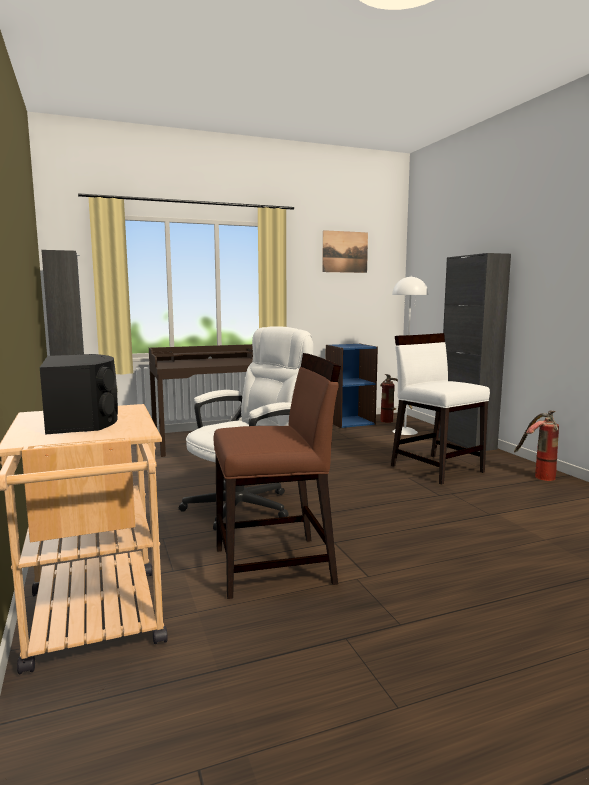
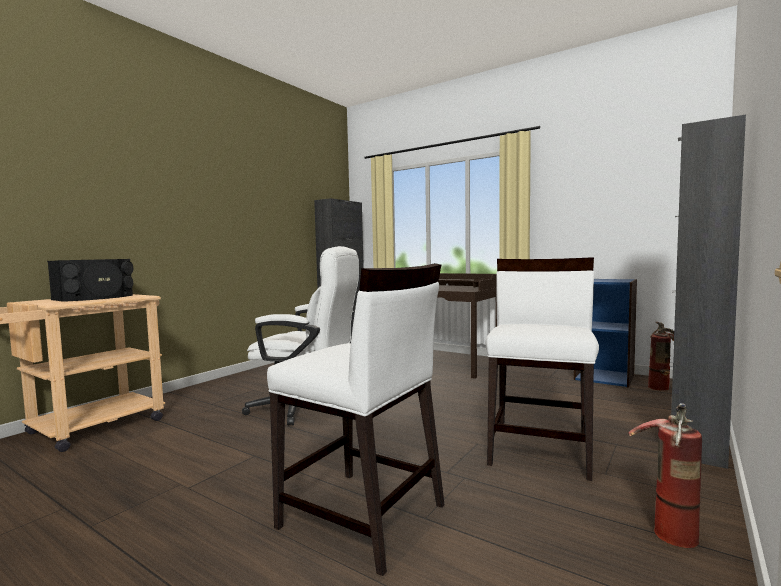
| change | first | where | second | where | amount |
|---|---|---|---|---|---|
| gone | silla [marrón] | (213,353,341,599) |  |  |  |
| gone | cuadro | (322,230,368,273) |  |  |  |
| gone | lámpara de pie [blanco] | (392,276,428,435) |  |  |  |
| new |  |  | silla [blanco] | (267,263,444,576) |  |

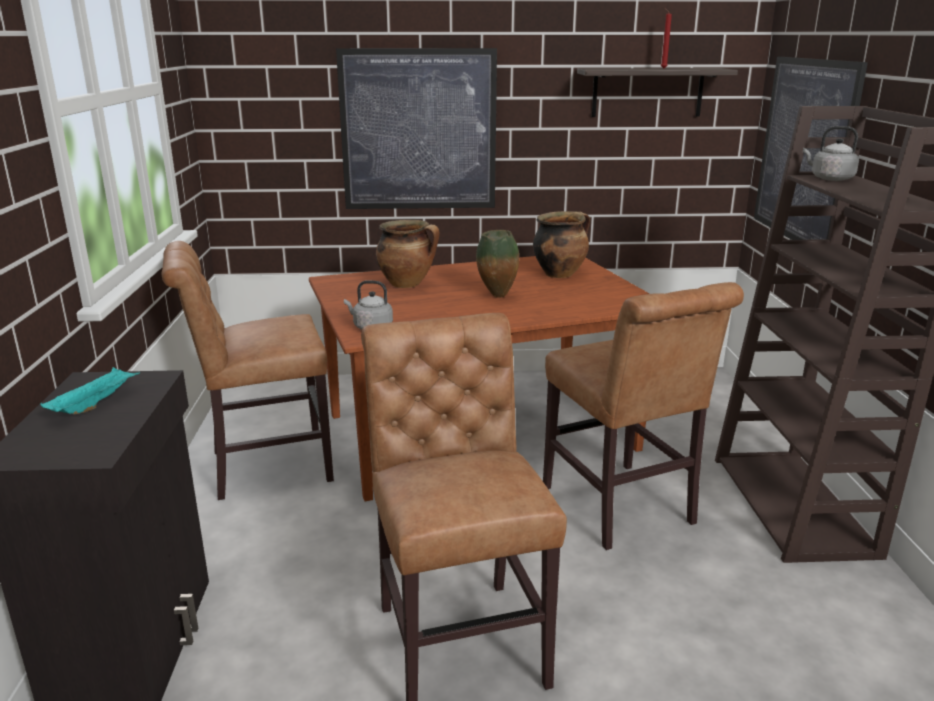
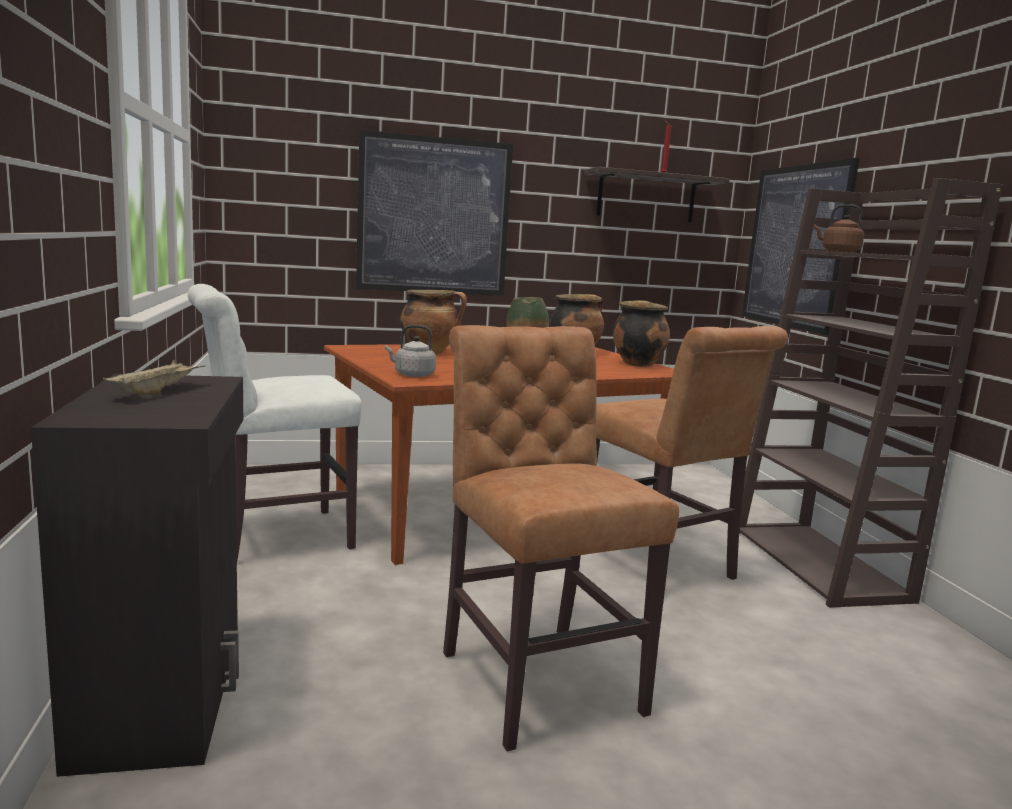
| change | first | where | second | where | amount |
|---|---|---|---|---|---|
| new |  |  | olla | (613,300,670,367) |  |
| repainted | bandeja [turquesa] | (40,367,140,414) | bandeja [beis] | (103,360,206,395) |  |
| repainted | silla [marrón] | (162,241,334,500) | silla [blanco] | (188,284,362,560) |  |
| repainted | hervidor [gris] | (803,126,859,181) | hervidor [marrón] | (813,204,864,253) |  |

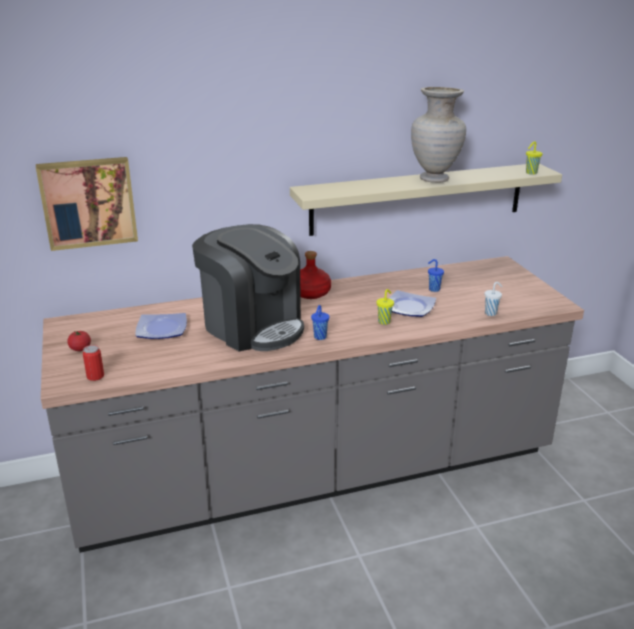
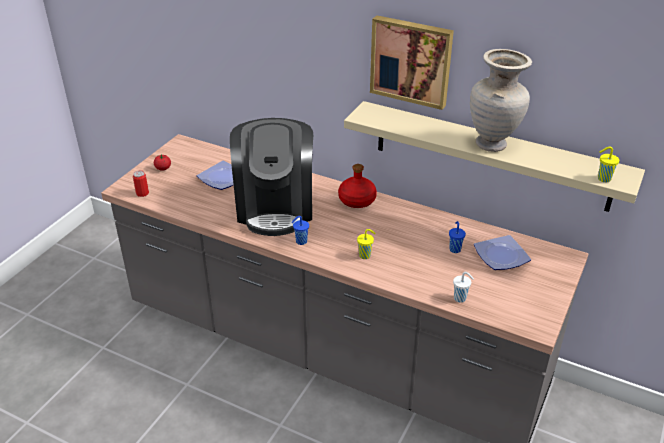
| change | first | where | second | where | amount |
|---|---|---|---|---|---|
| shifted | cuadro | (36,157,138,251) |  | (370,15,454,110) |  |
| shifted | plato | (389,290,436,317) |  | (474,235,531,270) |  |

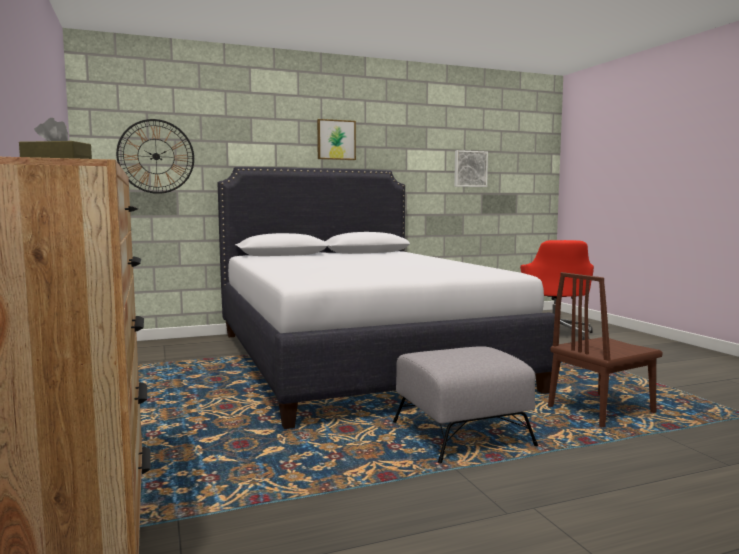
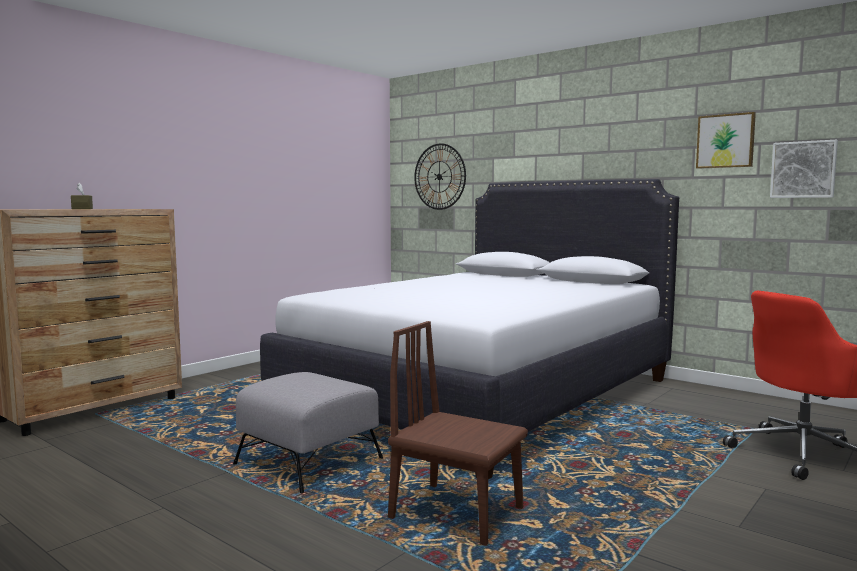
| change | first | where | second | where | amount |
|---|---|---|---|---|---|
| shifted | cuadro | (317,119,356,160) |  | (696,112,756,169) |  |

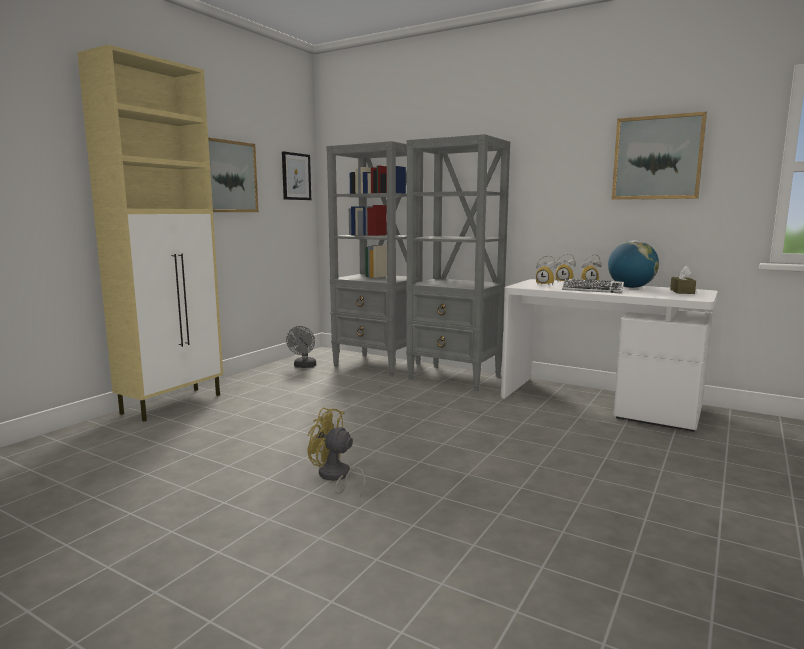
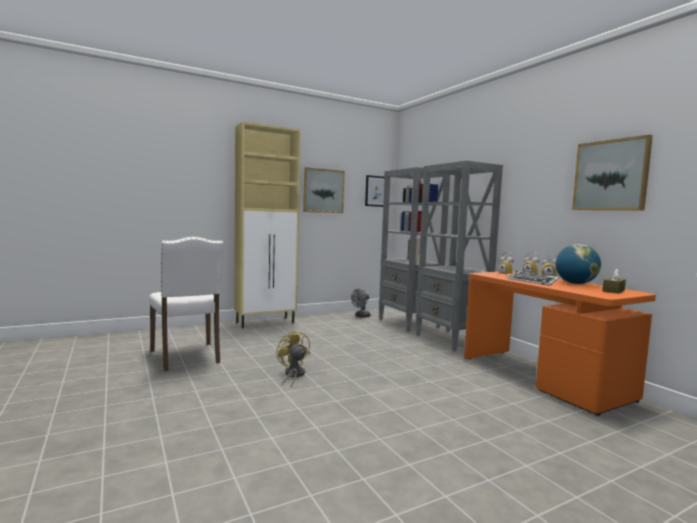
| change | first | where | second | where | amount |
|---|---|---|---|---|---|
| new |  |  | silla [blanco] | (149,237,223,371) |  |
| repainted | escritorio [blanco] | (501,279,718,432) | escritorio [naranja] | (464,271,656,416) |  |

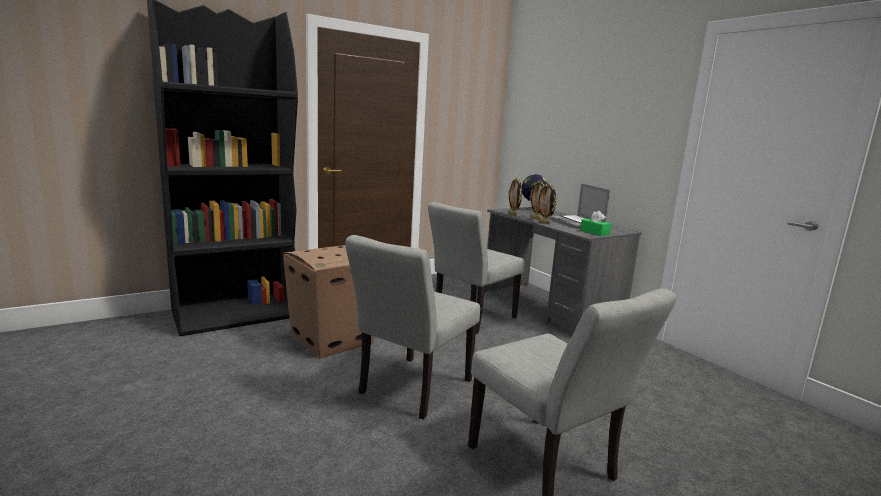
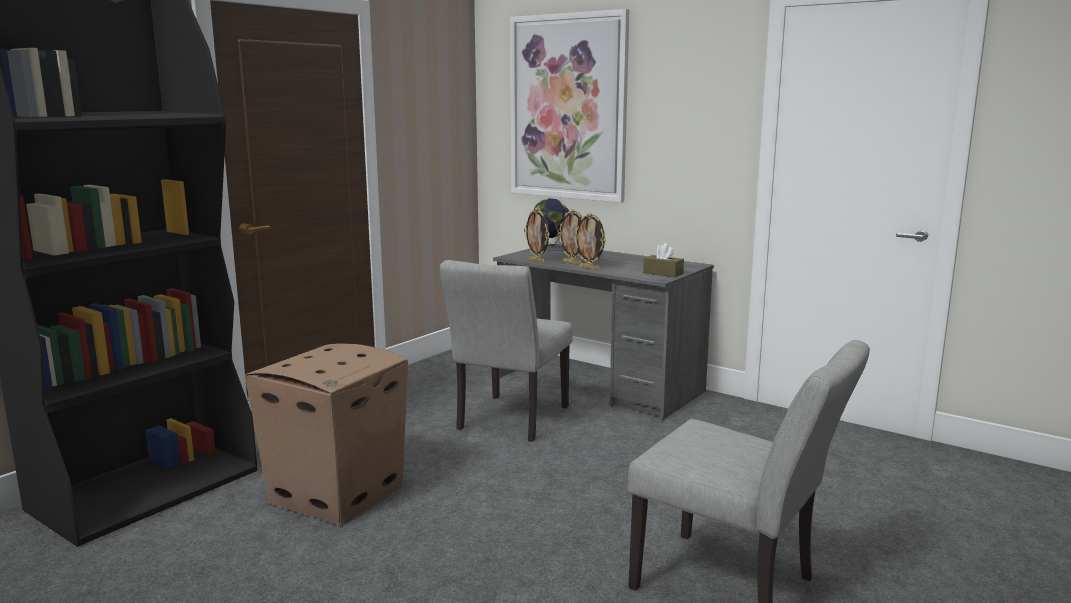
| change | first | where | second | where | amount |
|---|---|---|---|---|---|
| gone | silla [gris] | (345,235,480,420) |  |  |  |
| gone | portátil | (550,183,610,228) |  |  |  |
| new |  |  | cuadro | (510,9,629,203) |  |
| repainted | caja de pañuelos [verde] | (580,210,611,236) | caja de pañuelos [marrón] | (643,243,684,277) |  |

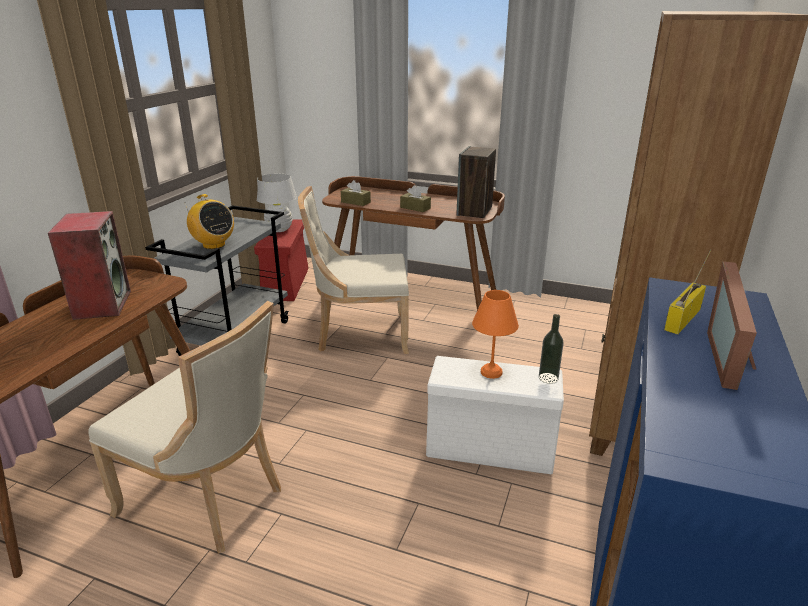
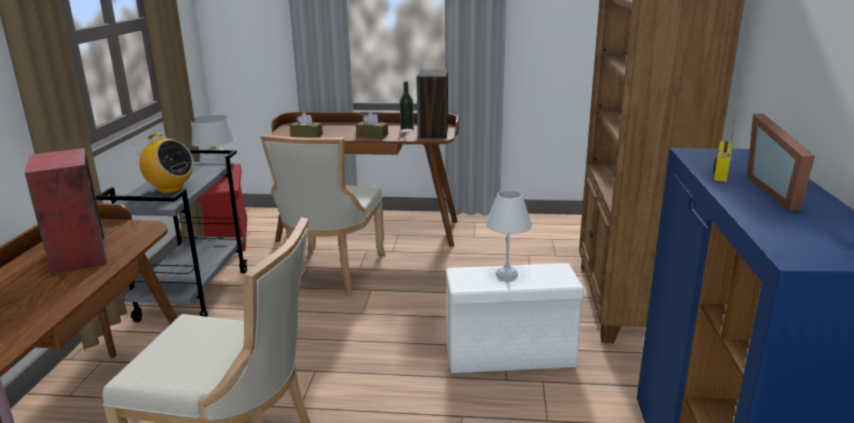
| change | first | where | second | where | amount |
|---|---|---|---|---|---|
| shifted | botella | (539,314,564,384) |  | (400,81,414,132) |  |
| repainted | lámpara de mesa [naranja] | (472,290,519,379) | lámpara de mesa [blanco] | (486,190,532,280) |  |
| rotated | silla [beis] | (298,186,409,354) |  | (260,134,386,295) | 60 degrees counterclockwise |

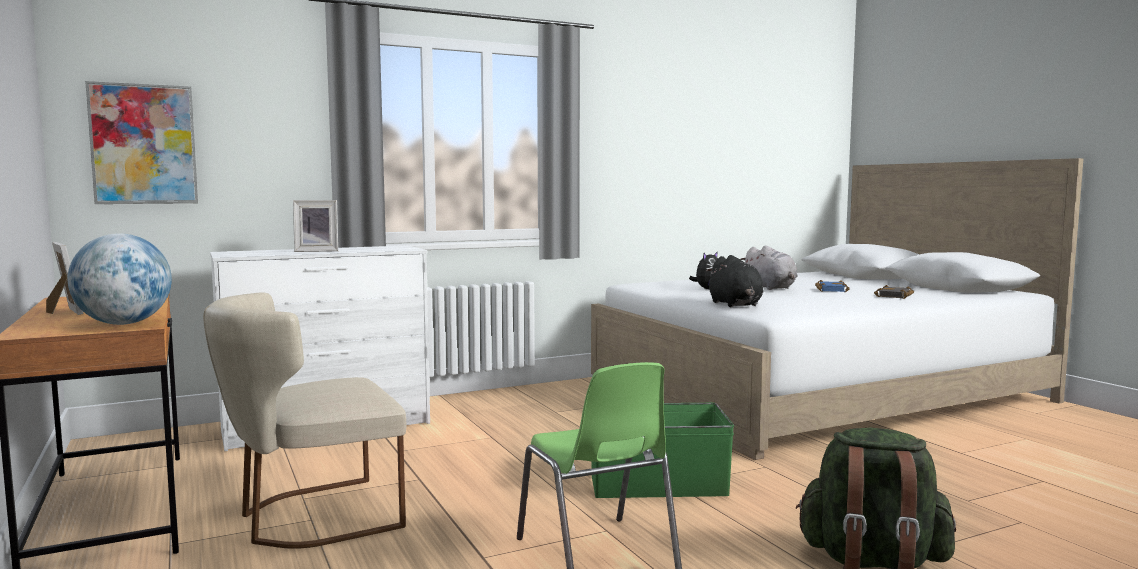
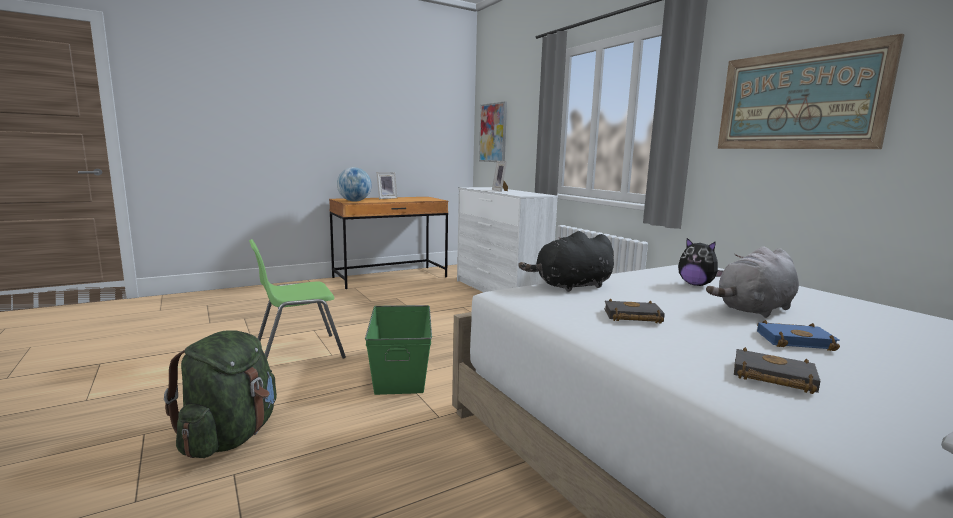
| change | first | where | second | where | amount |
|---|---|---|---|---|---|
| gone | silla [beis] | (203,292,406,549) |  |  |  |
| new |  |  | libro [negro] | (604,299,665,323) |  |
| new |  |  | cuadro | (718,34,905,149) |  |

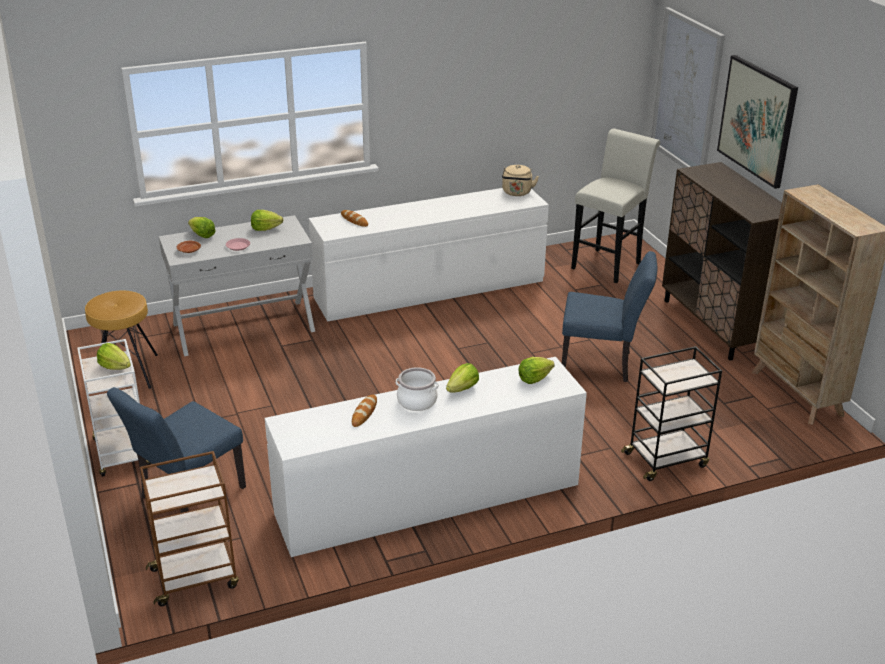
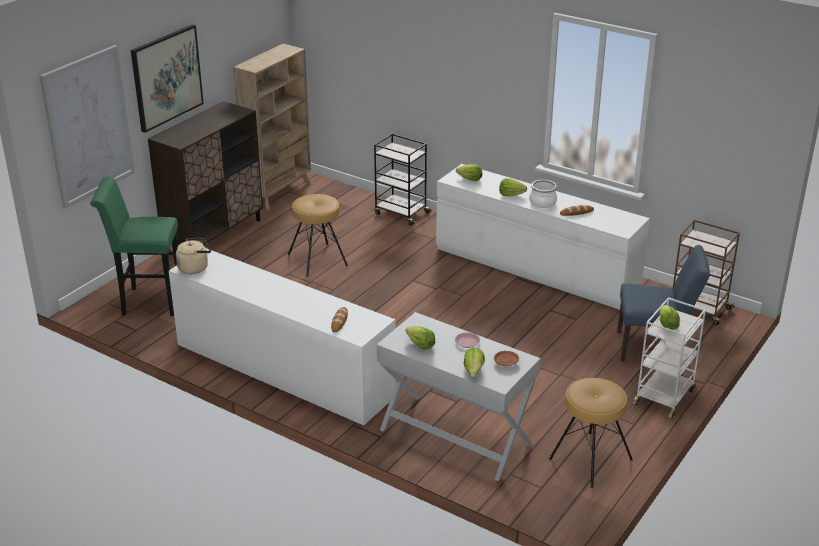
| change | first | where | second | where | amount |
|---|---|---|---|---|---|
| swapped | silla [azul] | (562,251,657,382) | taburete [marrón] | (288,194,348,277) |  |
| repainted | taburete [blanco] | (571,128,660,283) | taburete [verde] | (90,177,178,316) |  |

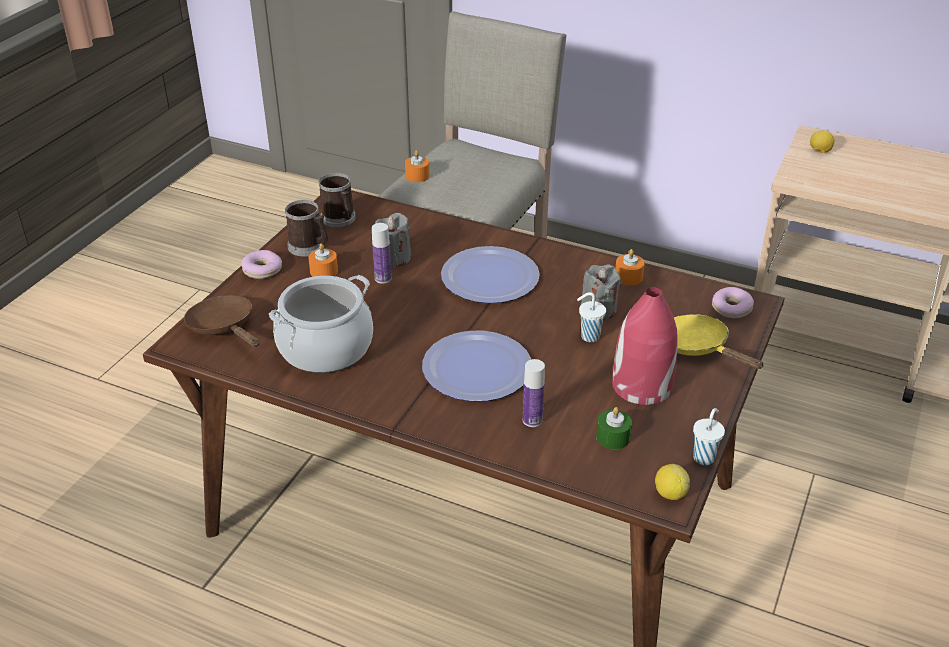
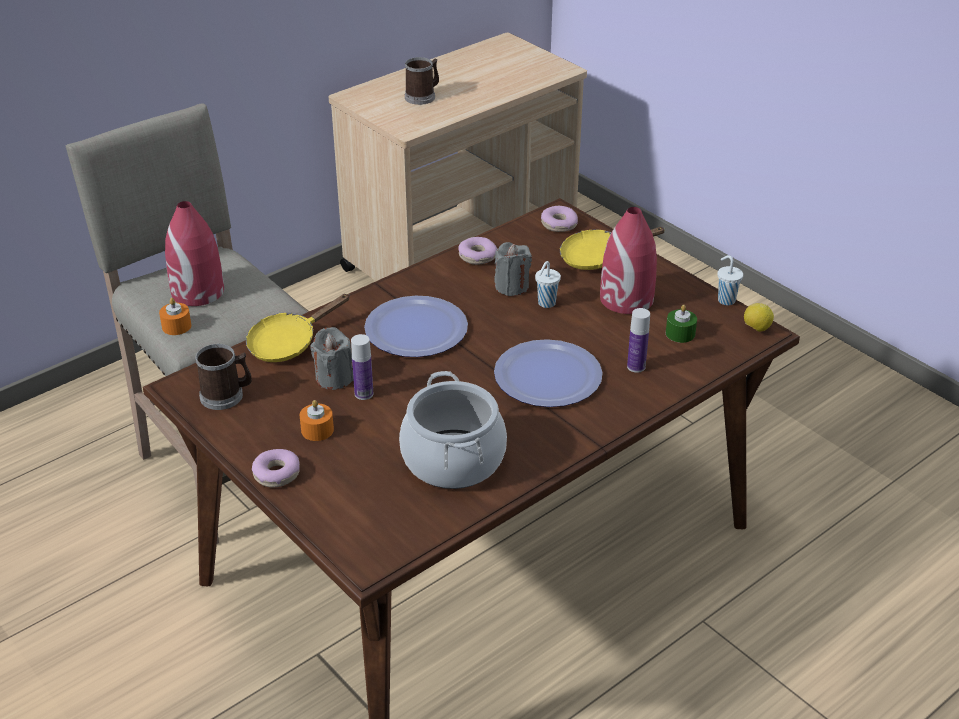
| change | first | where | second | where | amount |
|---|---|---|---|---|---|
| gone | sartén [marrón] | (184,295,260,347) |  |  |  |
| gone | limón | (810,130,835,153) |  |  |  |
| new |  |  | florero [rojo] | (165,201,224,306) |  |
| new |  |  | sartén [amarillo] | (246,294,350,362) |  |
| shifted | taza grande | (285,200,328,257) |  | (405,57,439,105) |  |
| swapped | vela [naranja] | (615,249,645,285) | rosquilla | (458,237,497,265) |  |

